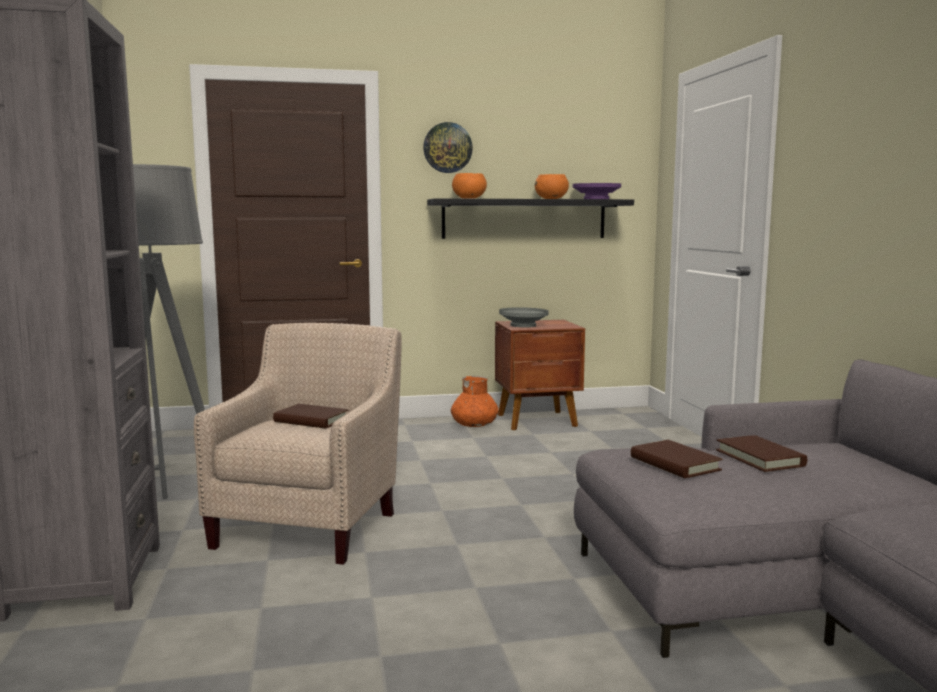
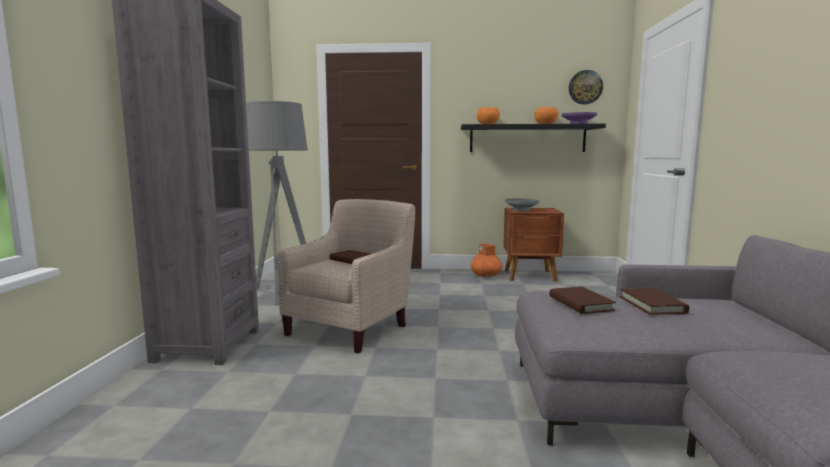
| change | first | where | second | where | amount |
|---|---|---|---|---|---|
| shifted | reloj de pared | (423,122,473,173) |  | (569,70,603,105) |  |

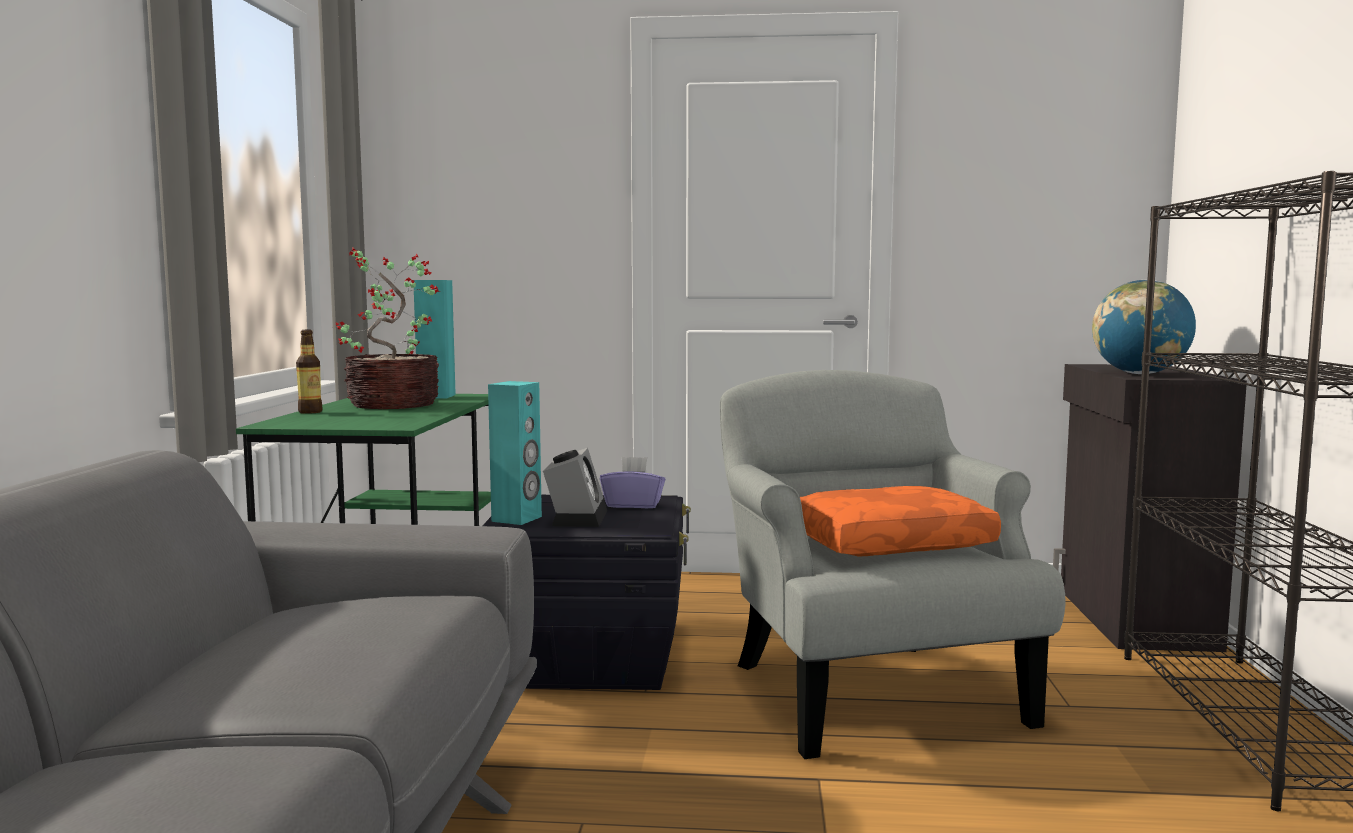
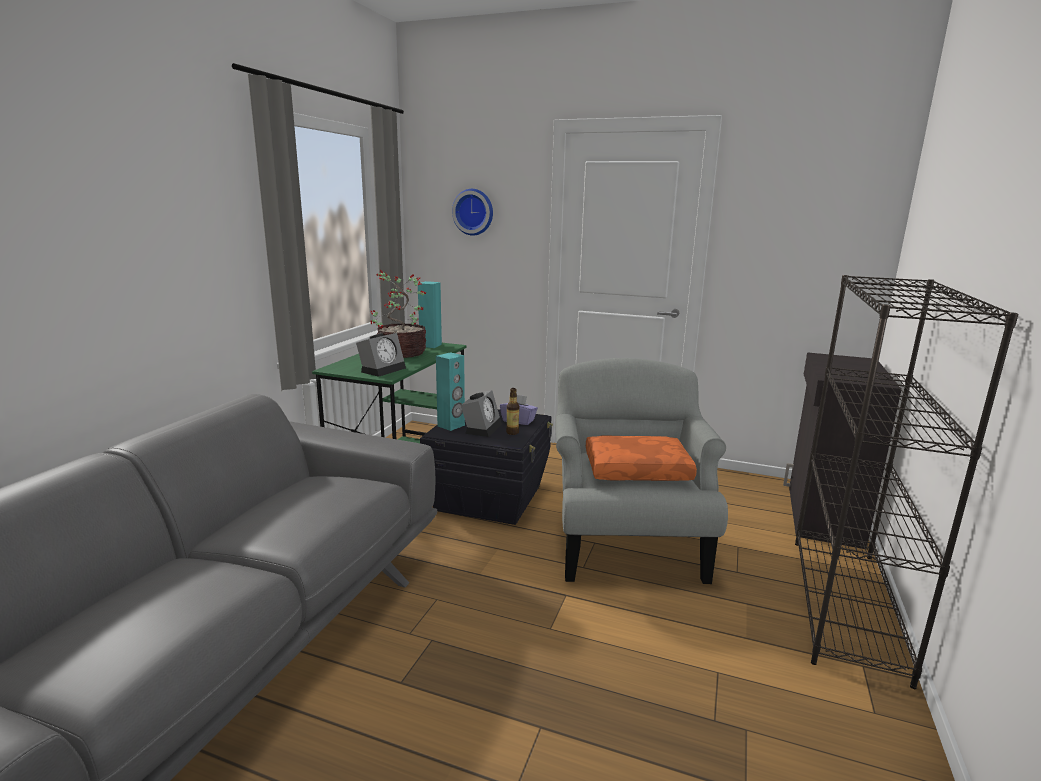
| change | first | where | second | where | amount |
|---|---|---|---|---|---|
| gone | globo terráqueo | (1092,280,1196,374) |  |  |  |
| new |  |  | despertador | (356,333,406,377) |  |
| new |  |  | reloj de pared | (452,189,493,236) |  |
| shifted | botella | (296,330,323,414) |  | (506,388,519,435) |  |

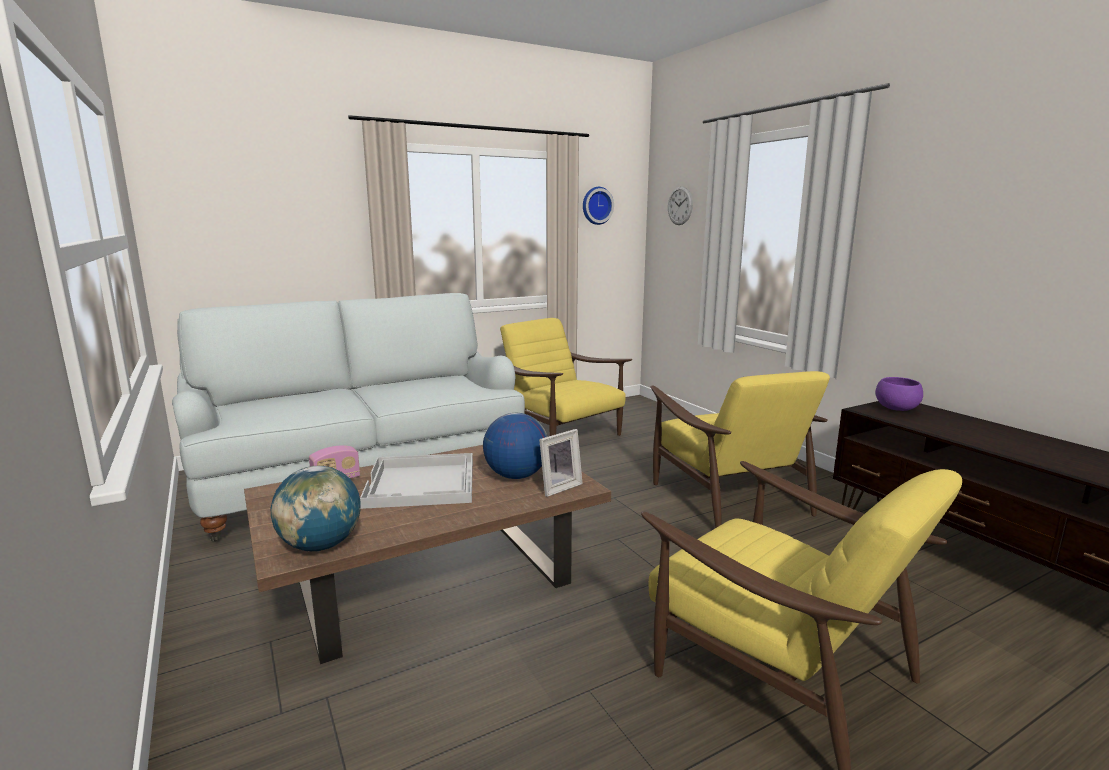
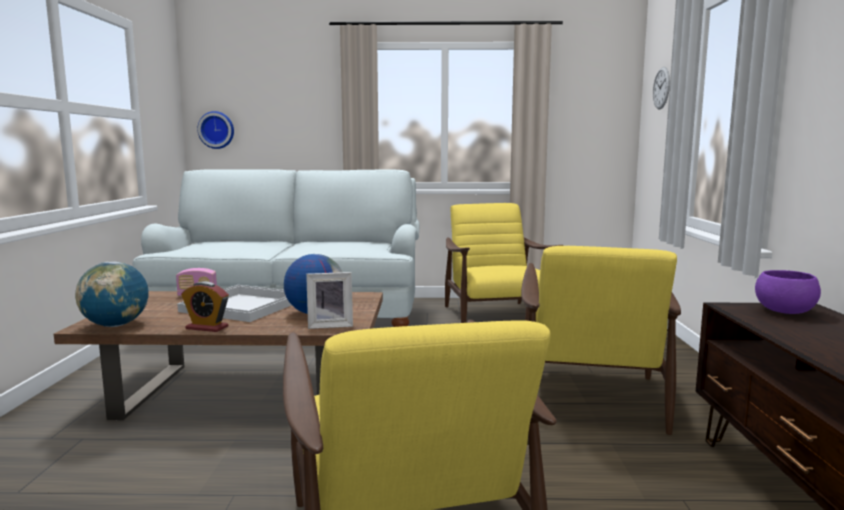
| change | first | where | second | where | amount |
|---|---|---|---|---|---|
| new |  |  | despertador | (181,281,229,332) |  |
| shifted | reloj de pared | (583,187,614,225) |  | (197,111,234,149) |  |

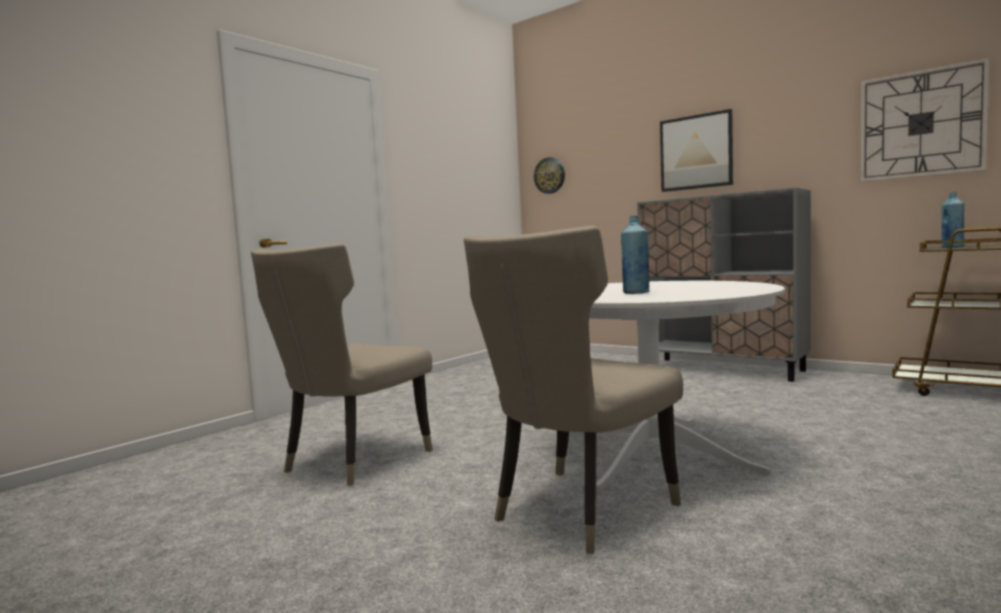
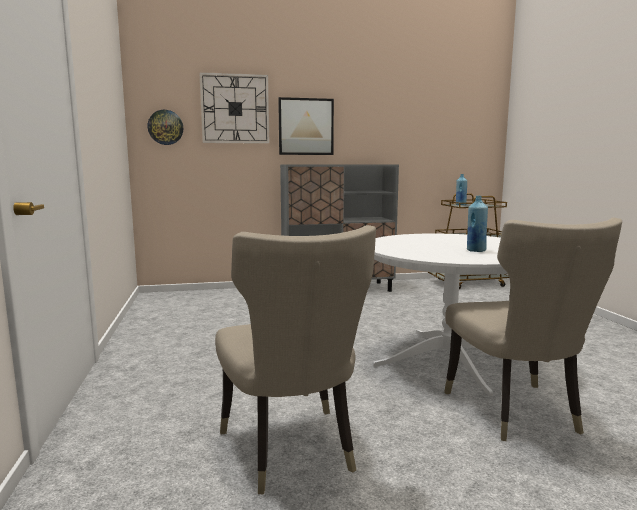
| change | first | where | second | where | amount |
|---|---|---|---|---|---|
| shifted | reloj de pared | (860,58,989,182) |  | (199,72,269,144) |  |

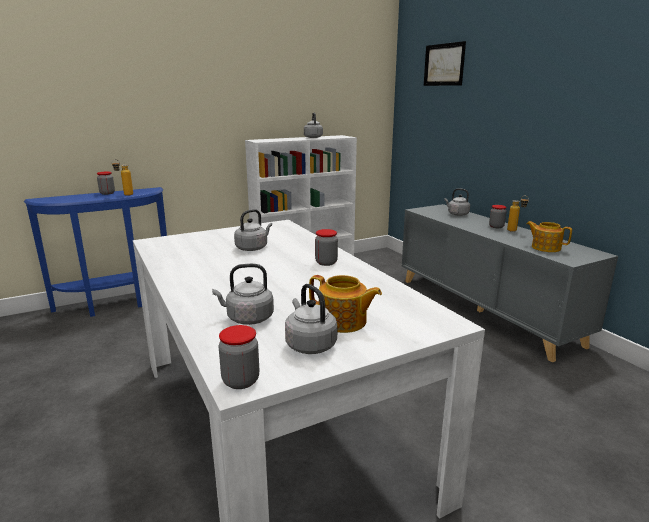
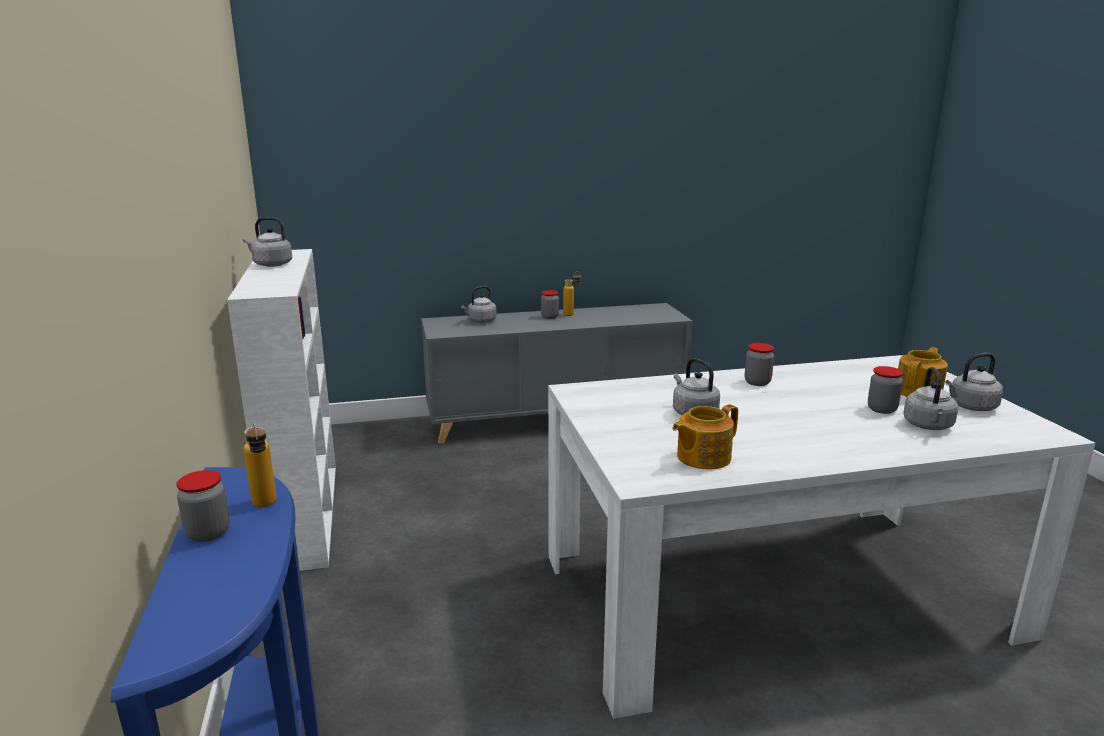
| change | first | where | second | where | amount |
|---|---|---|---|---|---|
| gone | cuadro | (424,41,466,86) |  |  |  |
| shifted | tarro | (218,325,259,389) |  | (868,366,903,414) |  |
| shifted | tetera | (526,221,572,252) |  | (673,404,738,470) |  |

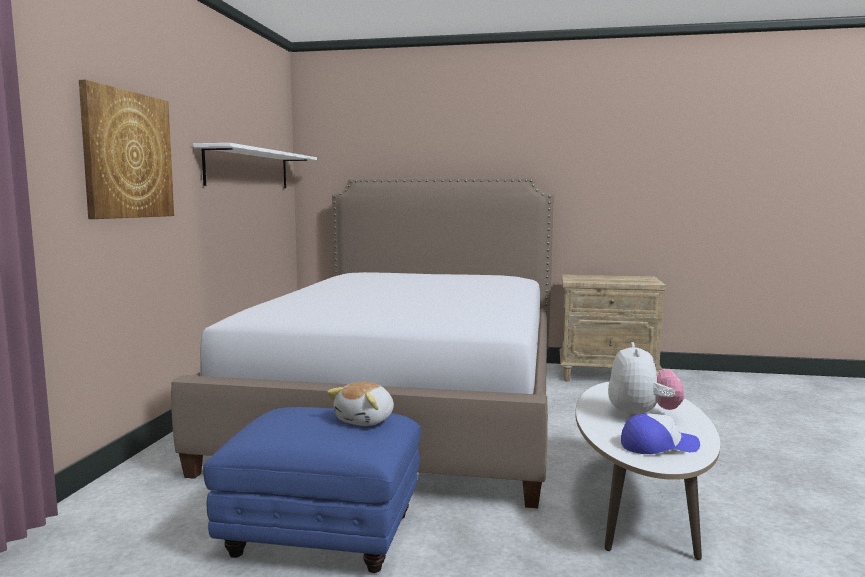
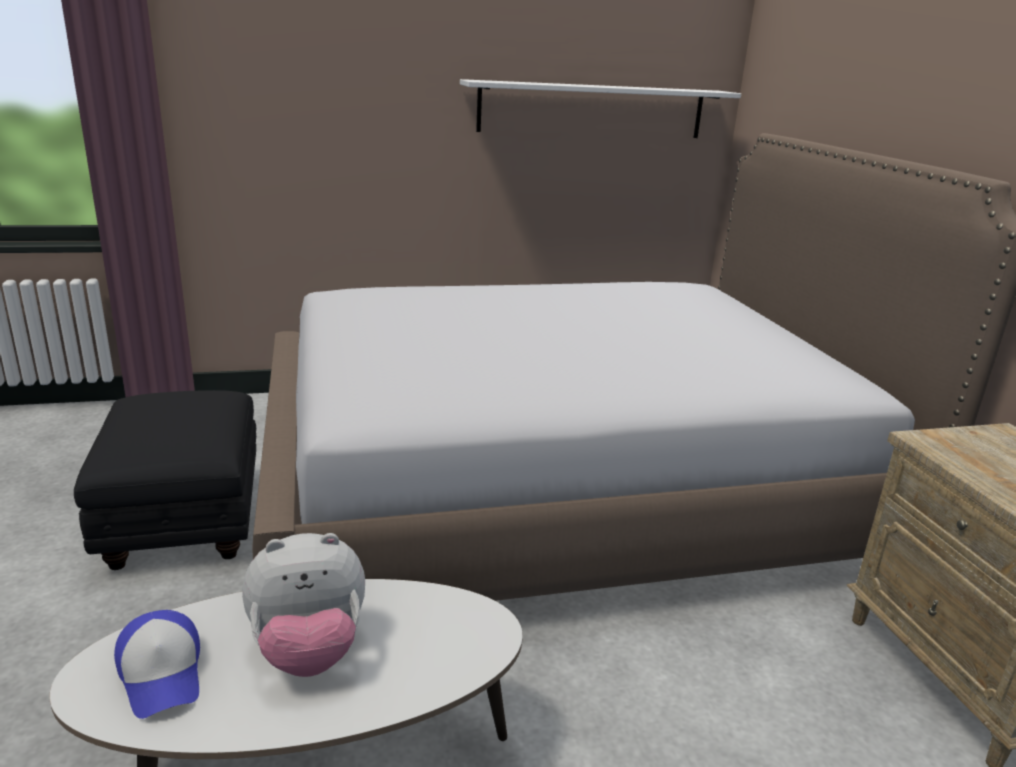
| change | first | where | second | where | amount |
|---|---|---|---|---|---|
| gone | cuadro | (79,80,174,219) |  |  |  |
| gone | peluche | (327,382,394,426) |  |  |  |
| repainted | puf [azul] | (203,407,421,573) | puf [negro] | (74,390,256,570) |  |

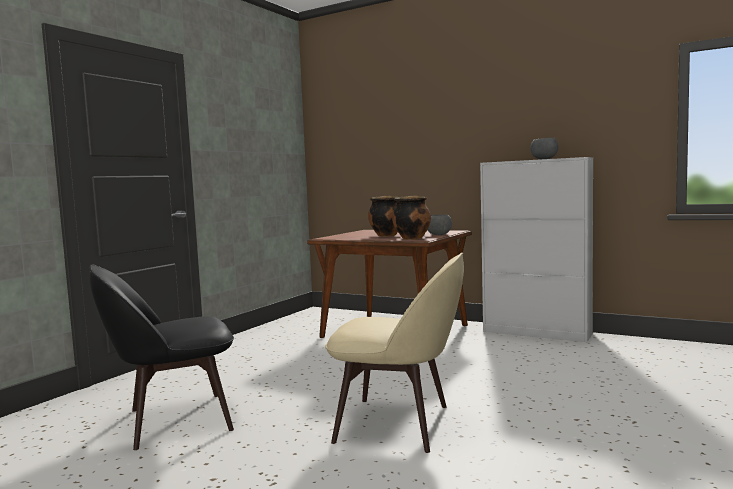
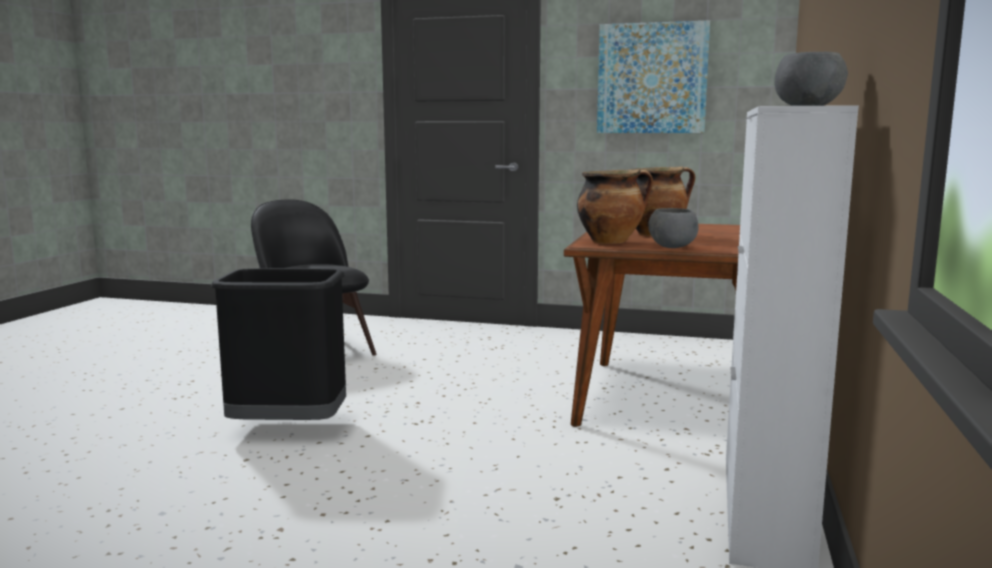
| change | first | where | second | where | amount |
|---|---|---|---|---|---|
| new |  |  | cuadro | (597,20,710,133) |  |
| swapped | silla [beis] | (325,253,464,453) | papelera [negro] | (211,268,346,420) |  |

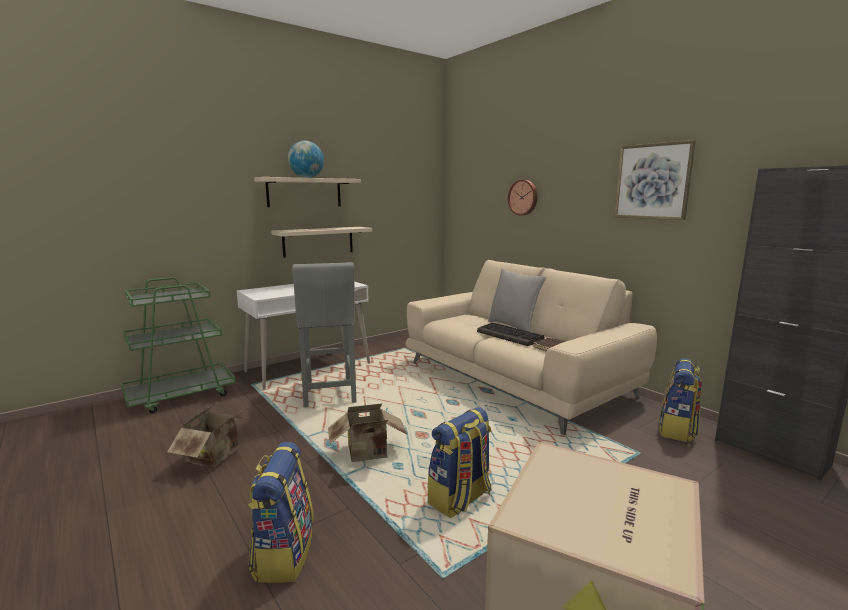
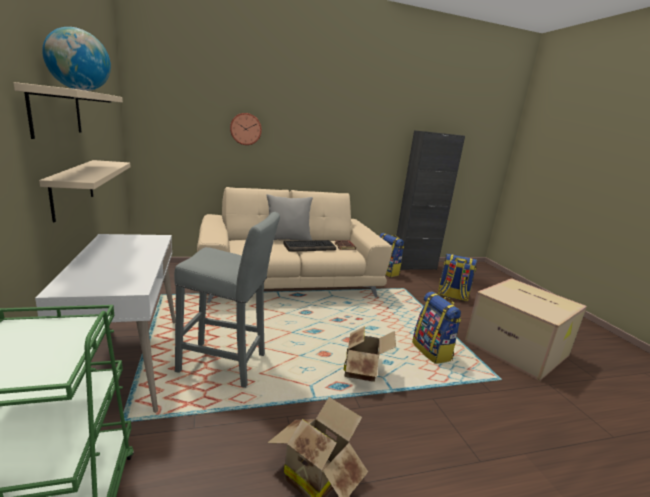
| change | first | where | second | where | amount |
|---|---|---|---|---|---|
| gone | cuadro | (614,140,696,220) |  |  |  |
| shifted | mochila | (248,442,314,583) |  | (437,254,477,302) |  |

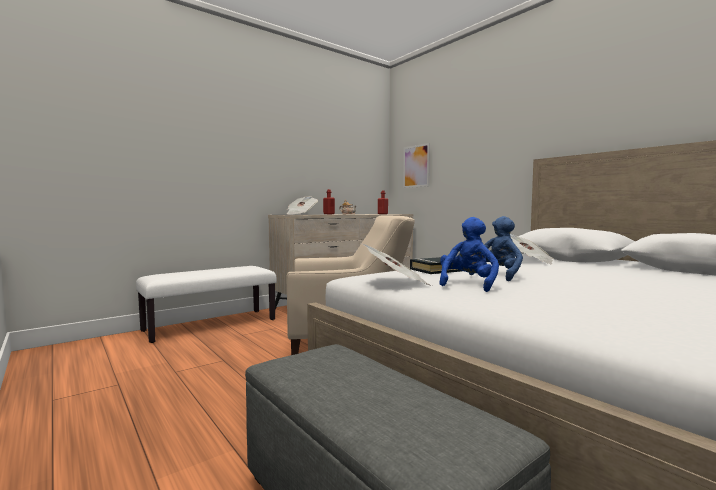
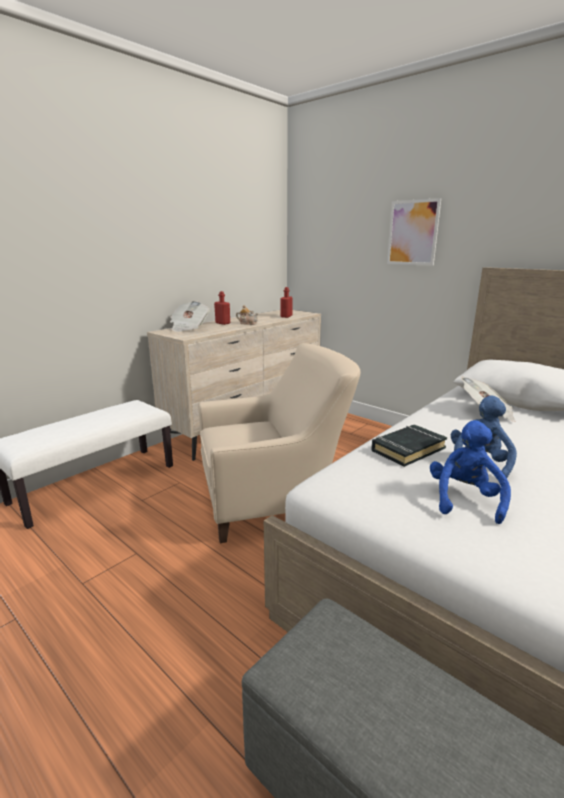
| change | first | where | second | where | amount |
|---|---|---|---|---|---|
| gone | periódico | (363,244,432,286) |  |  |  |
| shifted | cuadro | (403,143,430,188) |  | (387,198,441,266) |  |

